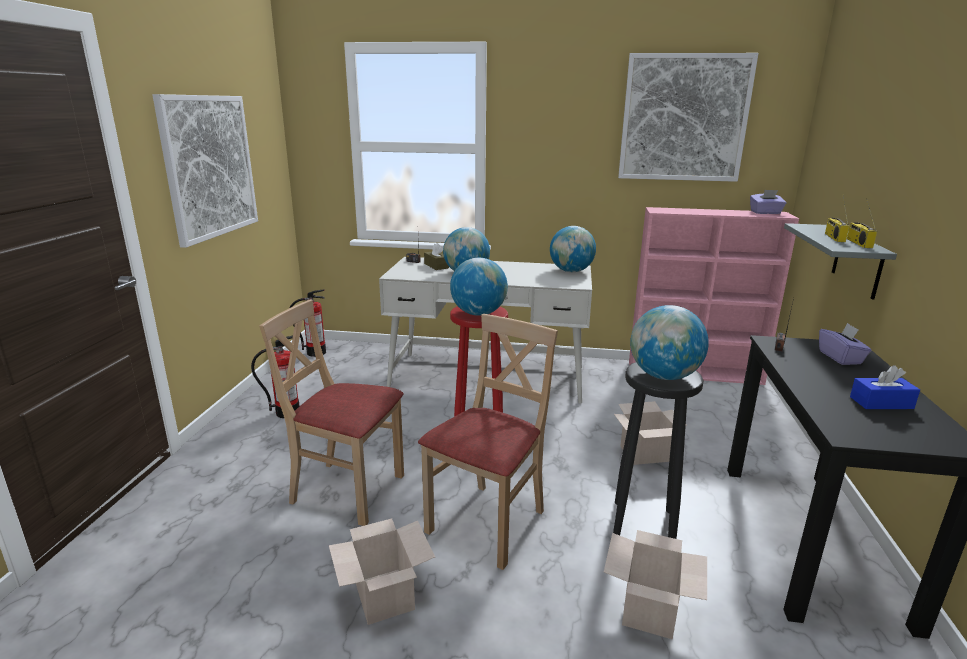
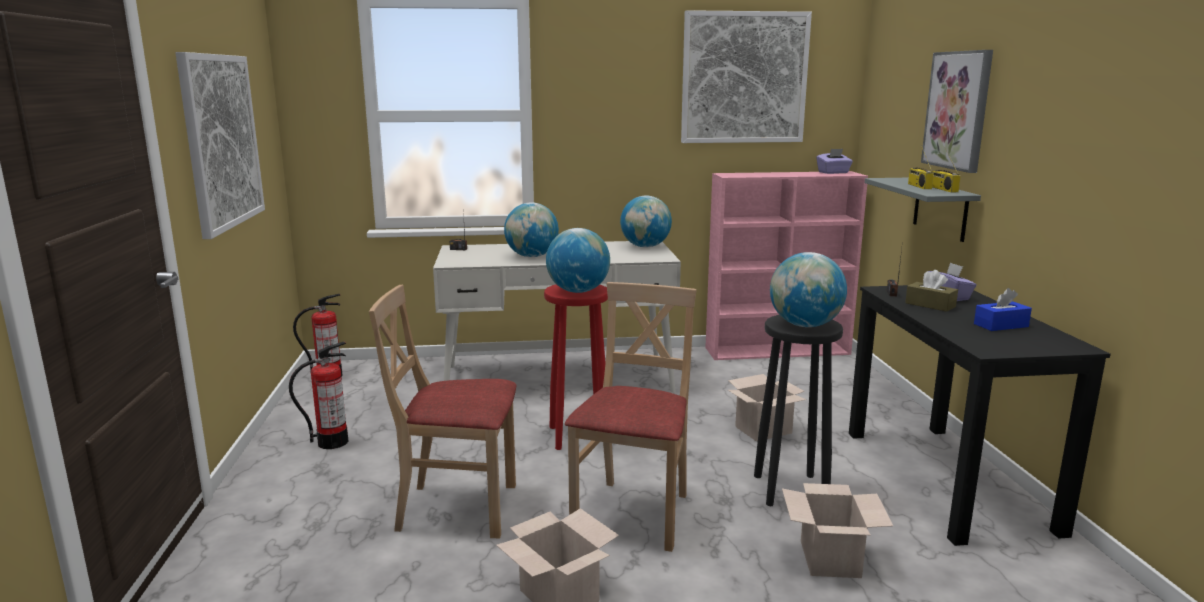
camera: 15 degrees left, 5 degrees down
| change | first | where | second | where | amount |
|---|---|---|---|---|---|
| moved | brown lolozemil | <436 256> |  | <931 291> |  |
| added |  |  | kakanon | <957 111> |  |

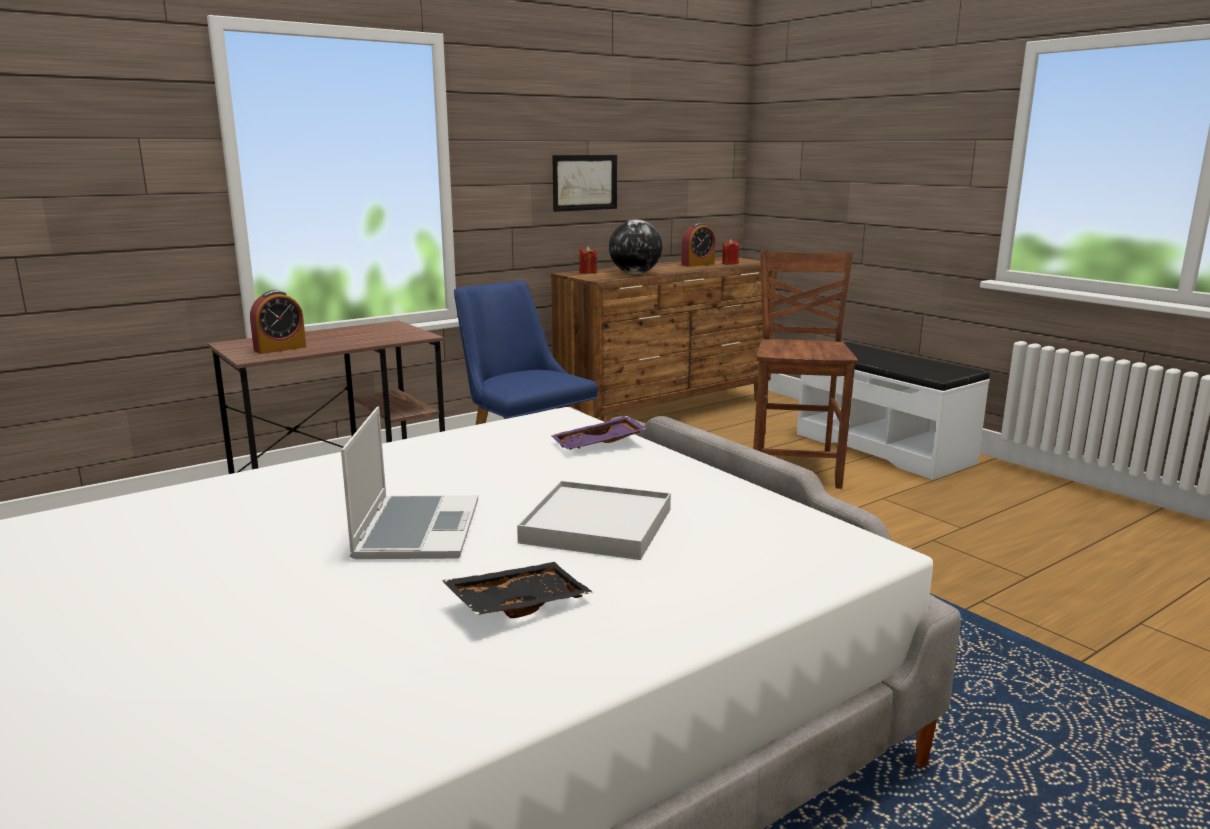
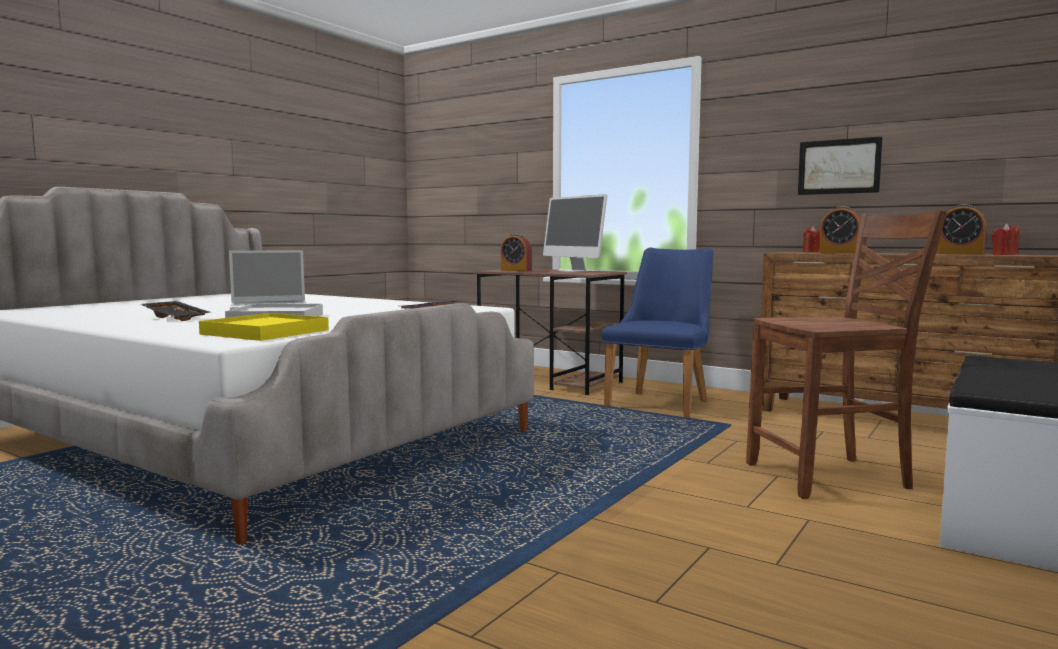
camera: 70 degrees right, 10 degrees down
| change | first | where | second | where | amount |
|---|---|---|---|---|---|
| replaced | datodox | <635 247> | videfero | <840 230> |  |
| added |  |  | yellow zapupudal | <264 327> |  |
| added |  |  | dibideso | <575 233> |  |

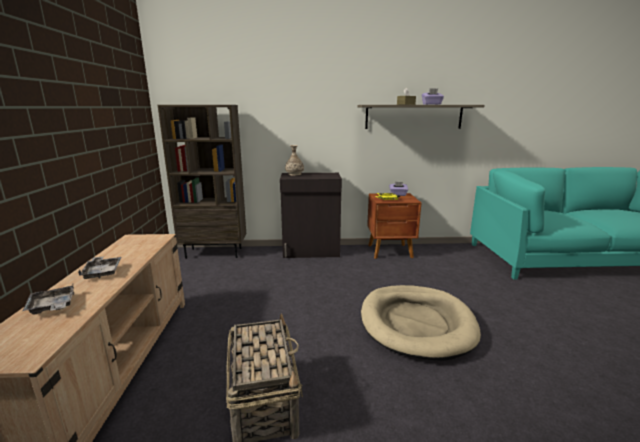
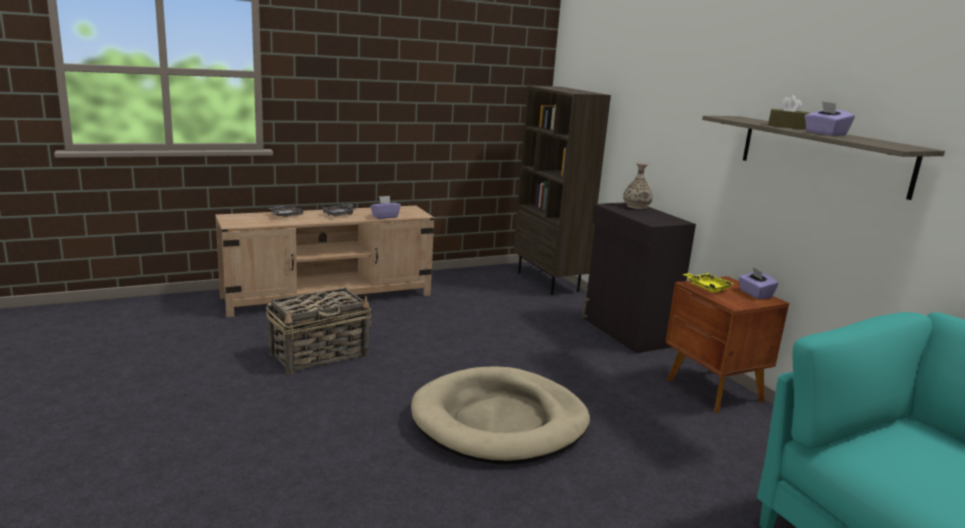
camera: 65 degrees right, 0 degrees up
| change | first | where | second | where | amount |
|---|---|---|---|---|---|
| added |  |  | purple lolozemil | <385 207> |  |

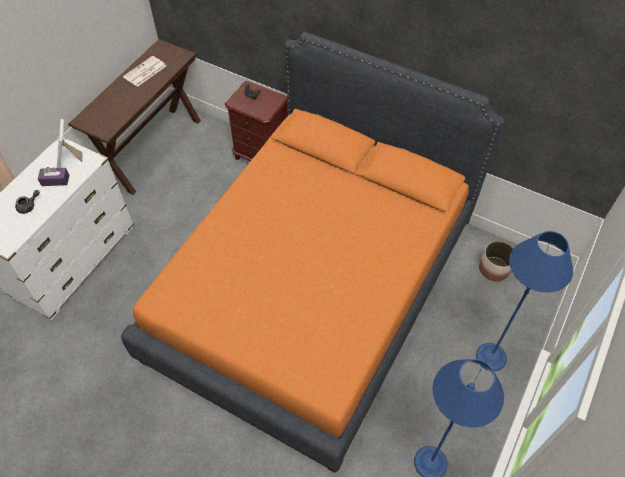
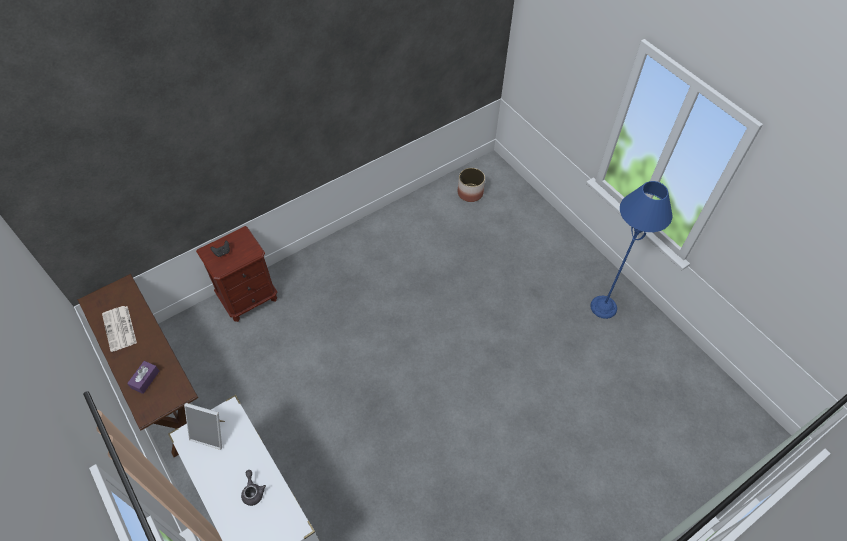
camera: 65 degrees left, 0 degrees up
| change | first | where | second | where | amount |
|---|---|---|---|---|---|
| moved | purple lolozemil | <53 176> |  | <143 377> |  |
| removed | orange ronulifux | <313 252> |  |  |  |
| removed | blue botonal | <524 301> |  |  |  |

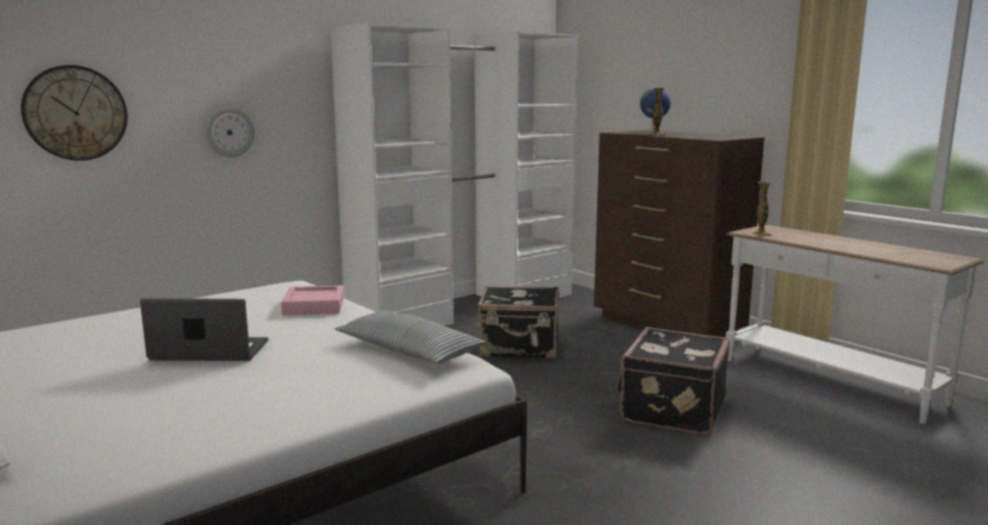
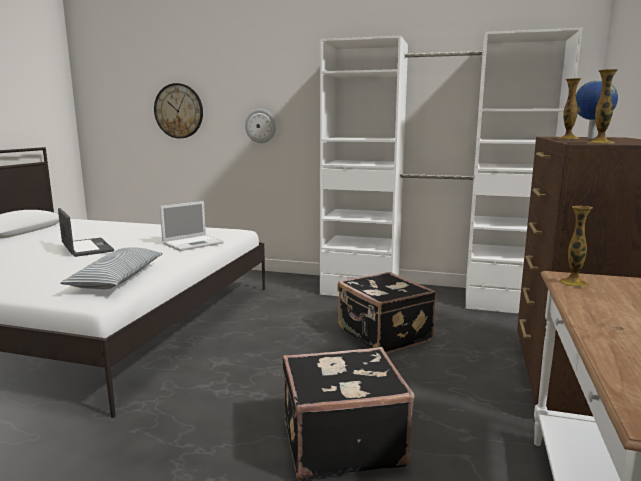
camera: 55 degrees right, 0 degrees up
| change | first | where | second | where | amount |
|---|---|---|---|---|---|
| replaced | pink zapupudal | <312 300> | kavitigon | <192 226> |  |
| added |  |  | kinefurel | <603 106> |  |

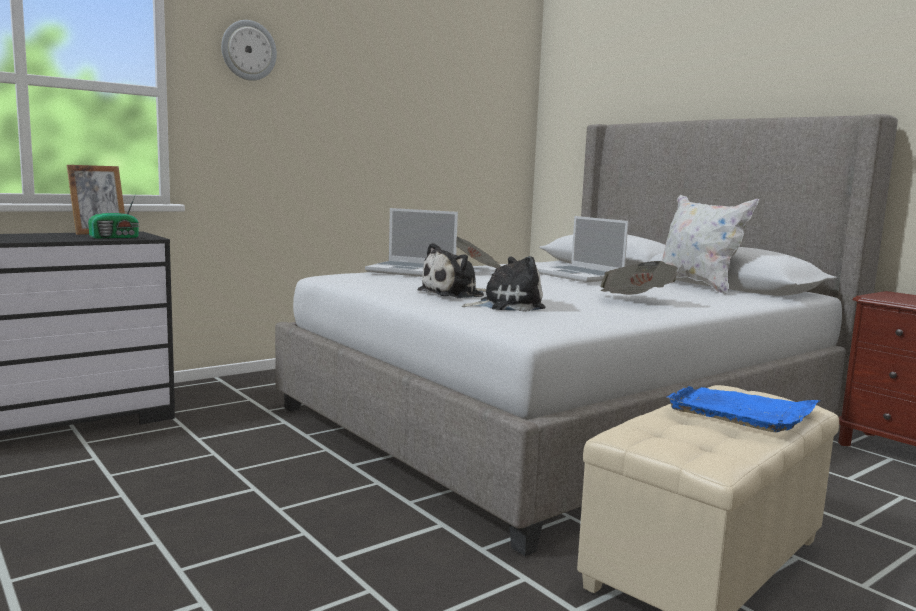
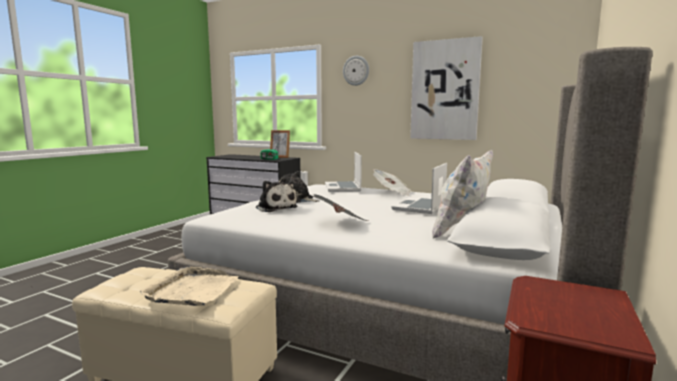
camera: 65 degrees right, 0 degrees up
| change | first | where | second | where | amount |
|---|---|---|---|---|---|
| recoloured | blue zapupudal | <743 409> | beige zapupudal | <189 286> |  |
| added |  |  | kakanon | <446 88> |  |

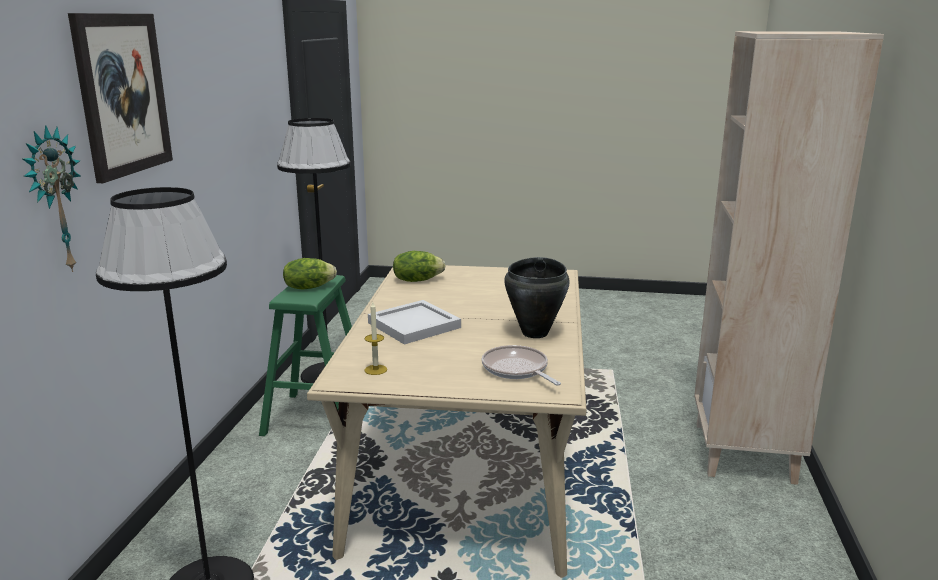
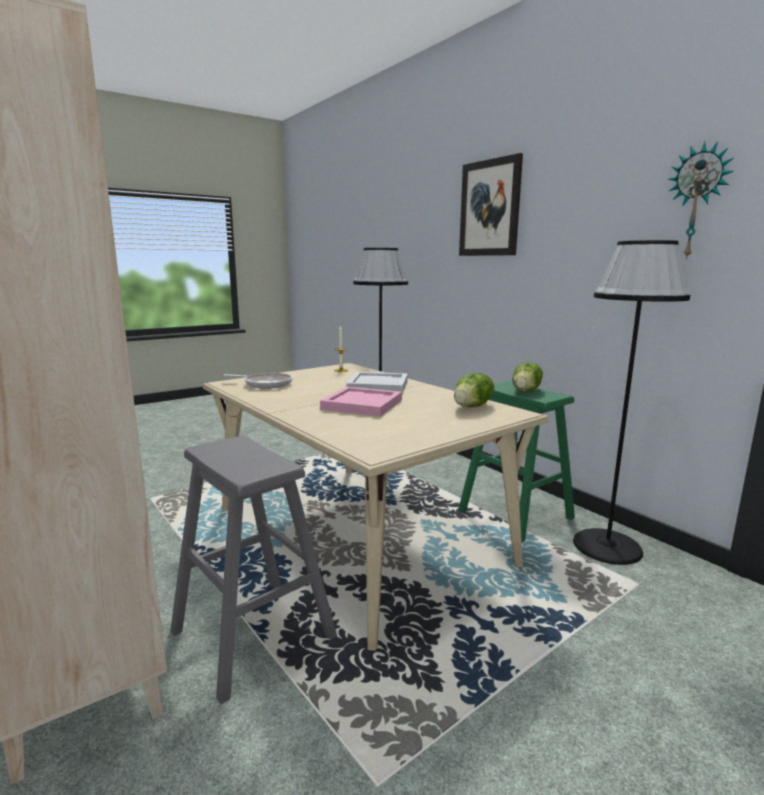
camera: 135 degrees right, 5 degrees down
| change | first | where | second | where | amount |
|---|---|---|---|---|---|
| moved | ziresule | <52 198> |  | <701 200> |  |
| removed | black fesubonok | <537 297> |  |  |  |
| added |  |  | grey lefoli | <253 570> |  |
| added |  |  | pink zapupudal | <361 402> |  |

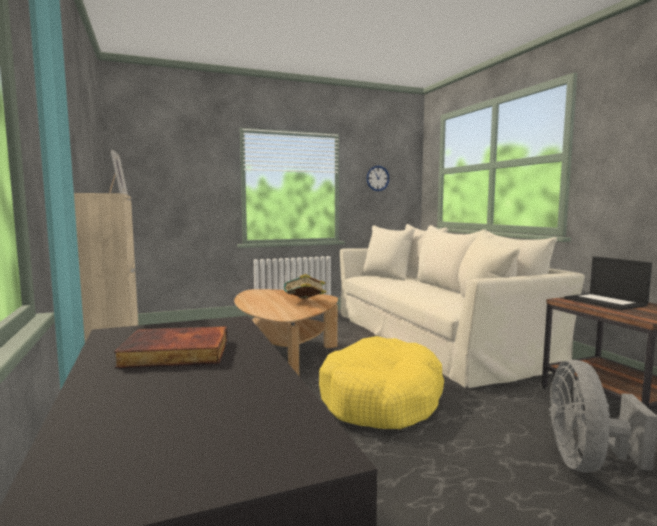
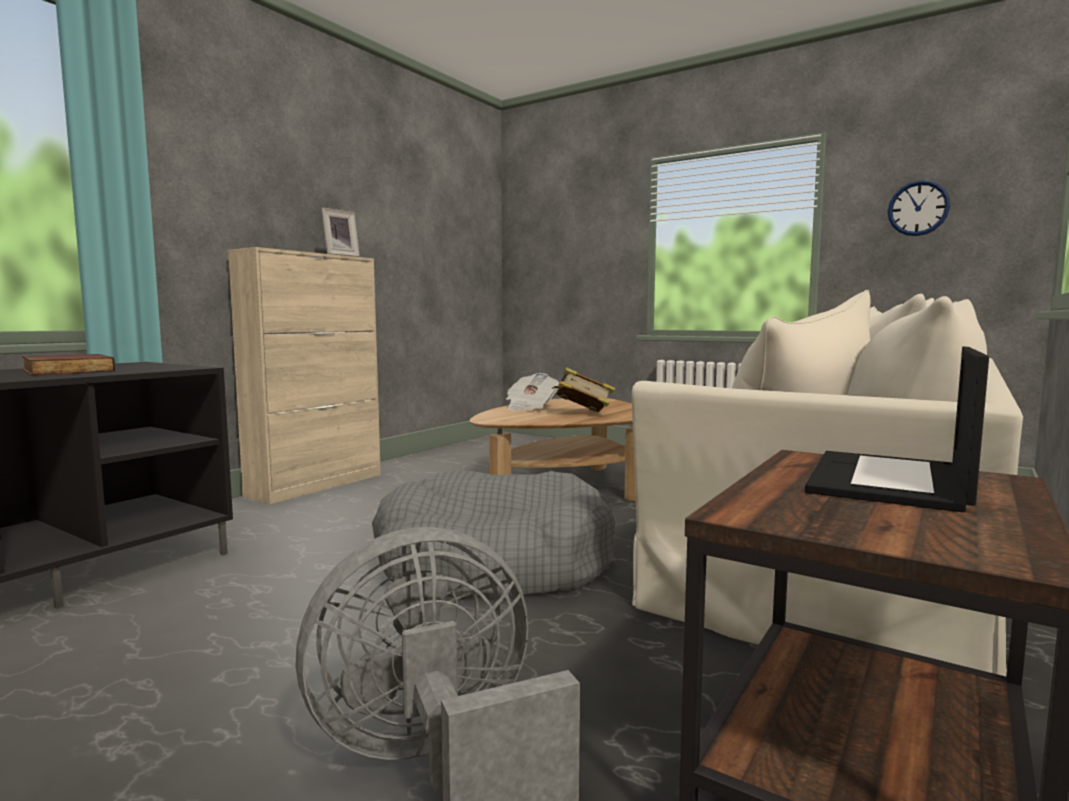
camera: 55 degrees right, 0 degrees up
| change | first | where | second | where | amount |
|---|---|---|---|---|---|
| recoloured | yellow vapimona | <381 382> | grey vapimona | <493 535> |  |
| added |  |  | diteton | <532 392> |  |

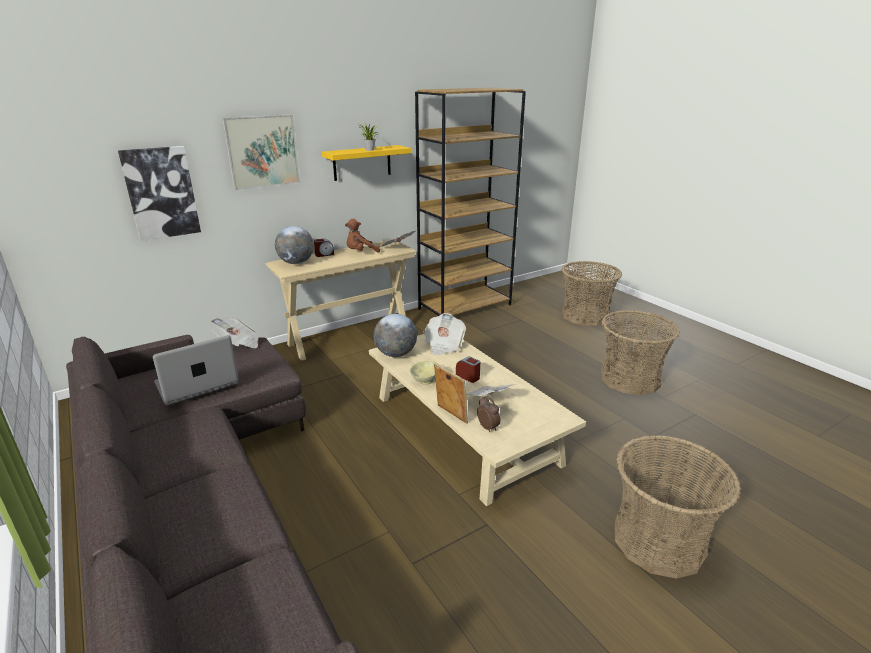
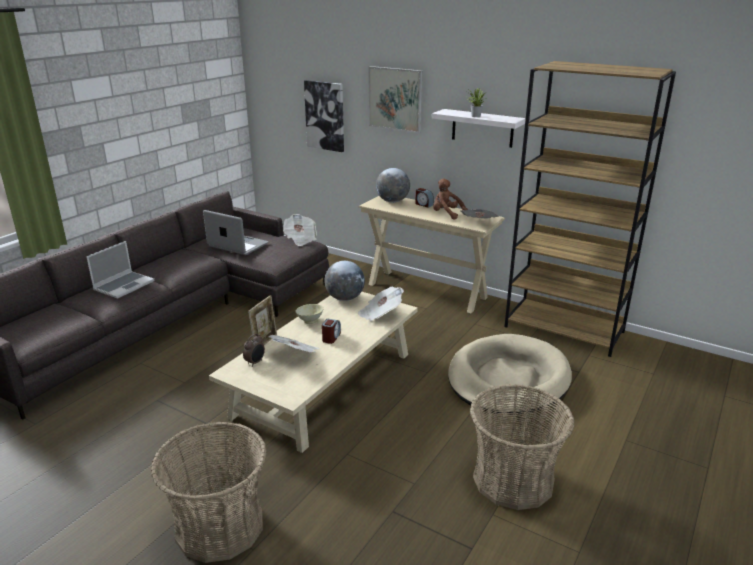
camera: 65 degrees right, 0 degrees up
| change | first | where | second | where | amount |
|---|---|---|---|---|---|
| recoloured | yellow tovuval | <366 163> | white tovuval | <479 128> |  |
| removed | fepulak | <592 293> |  |  |  |
| added |  |  | kavitigon | <120 270> |  |
| added |  |  | beige vapimona | <510 374> |  |

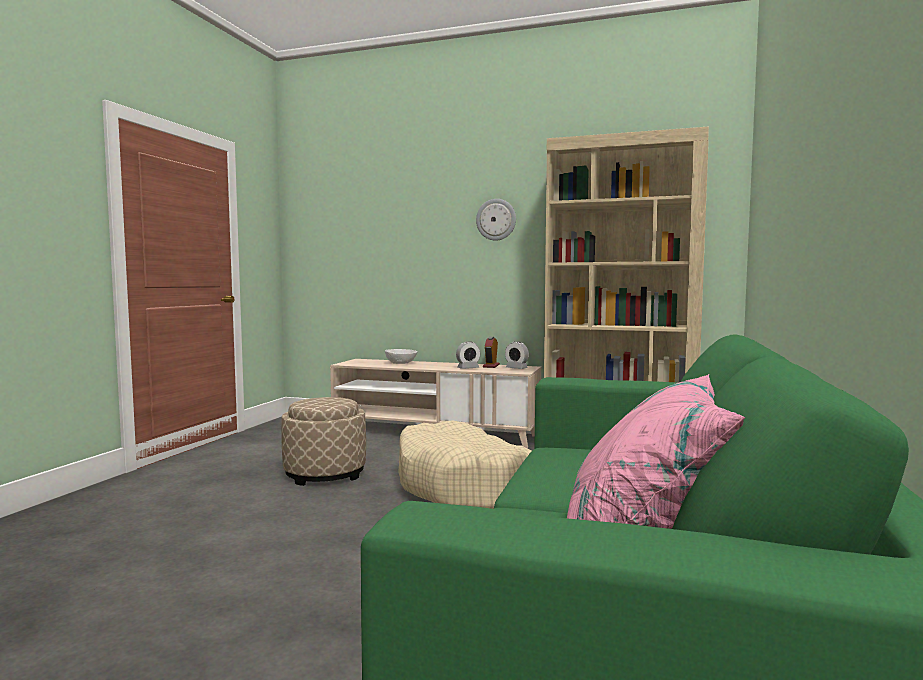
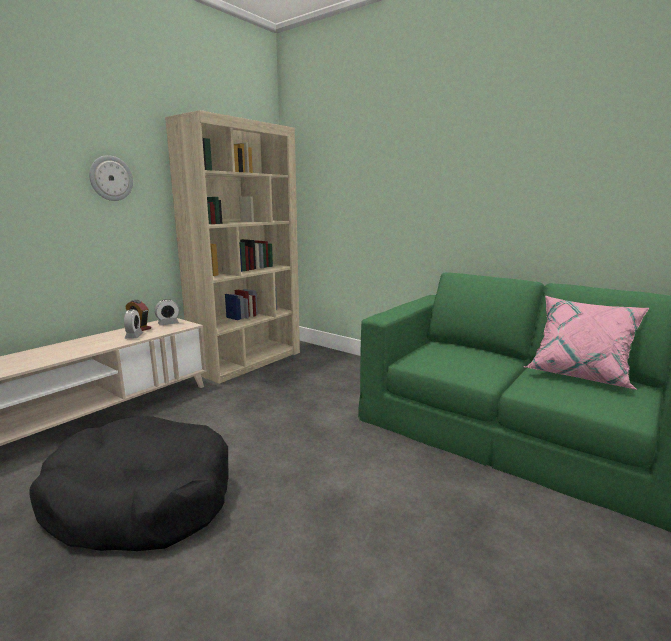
camera: 70 degrees left, 10 degrees up
| change | first | where | second | where | amount |
|---|---|---|---|---|---|
| replaced | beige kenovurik | <323 441> | black vapimona | <128 483> |  |
| removed | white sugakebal | <401 356> |  |  |  |
| removed | beige vapimona | <465 464> |  |  |  |

